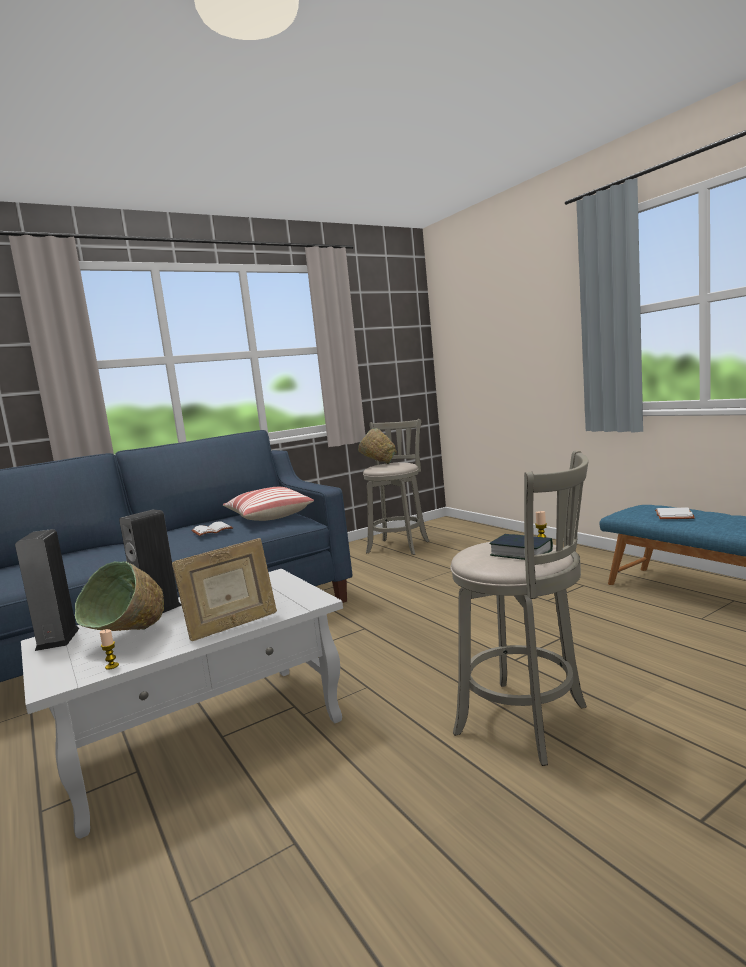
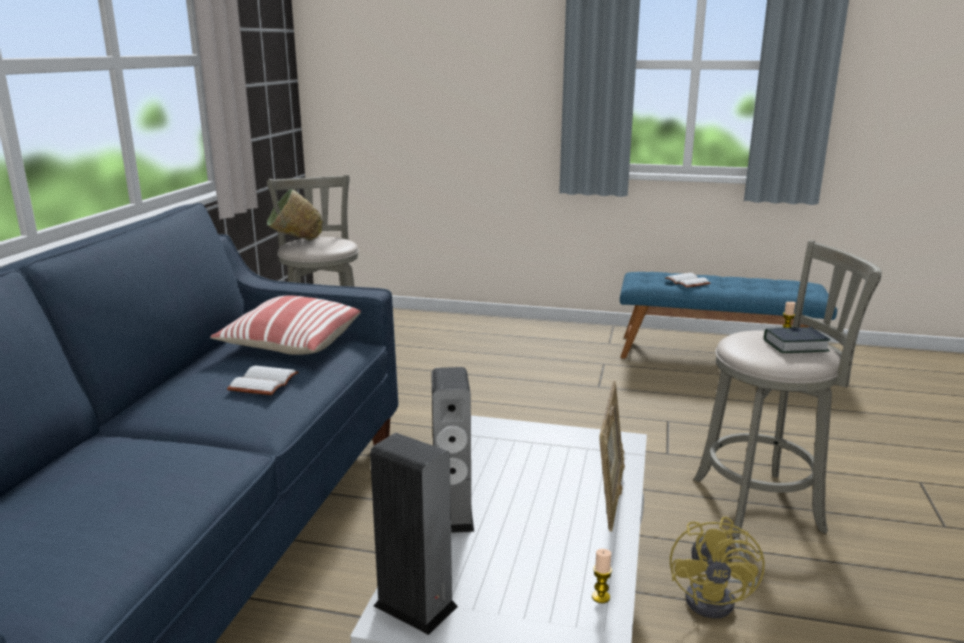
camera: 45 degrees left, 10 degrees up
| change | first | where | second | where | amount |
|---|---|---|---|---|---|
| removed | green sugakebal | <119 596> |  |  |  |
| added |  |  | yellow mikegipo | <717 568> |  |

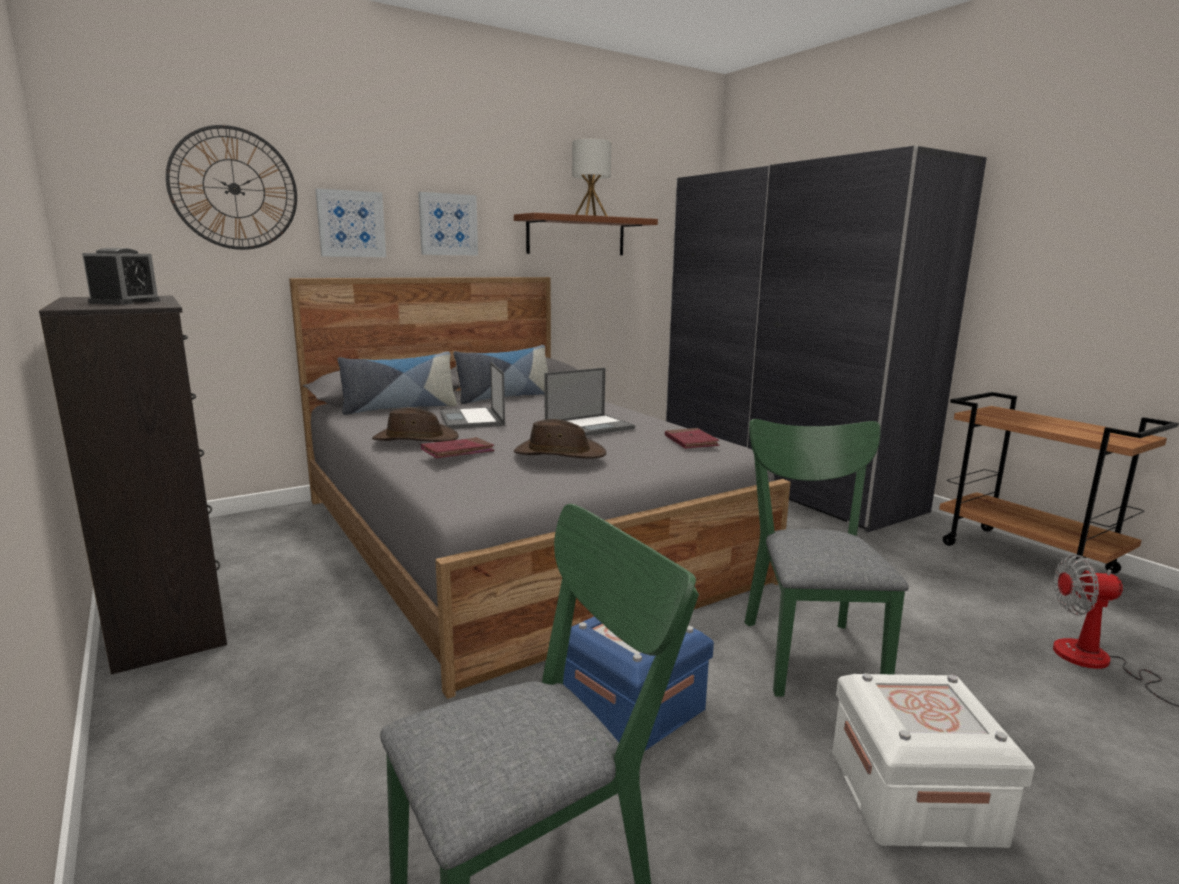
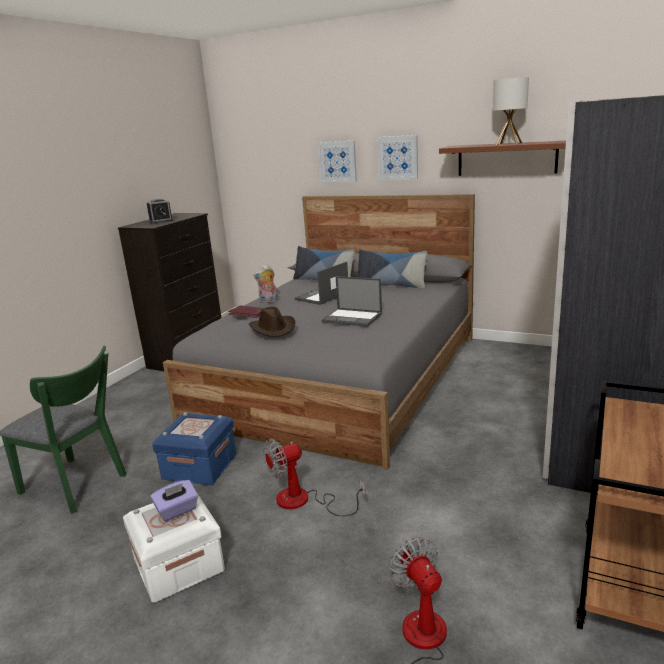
camera: 60 degrees right, 5 degrees up
| change | first | where | second | where | amount |
|---|---|---|---|---|---|
| removed | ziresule | <231 187> |  |  |  |
| replaced | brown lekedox | <415 425> | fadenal | <265 283> |  |
| removed | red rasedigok | <692 438> |  |  |  |
| replaced | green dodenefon | <826 558> | mikegipo | <314 477> |  |
| added |  |  | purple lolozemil | <174 500> |  |

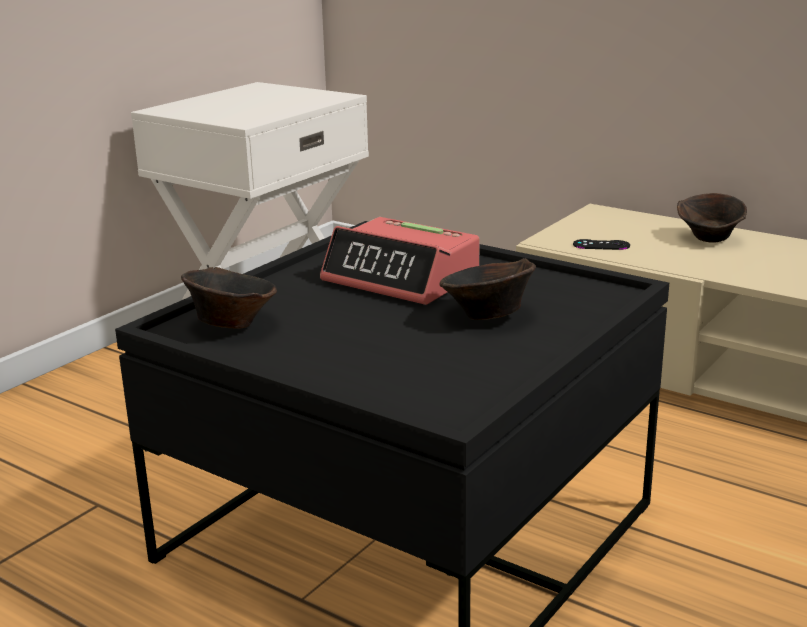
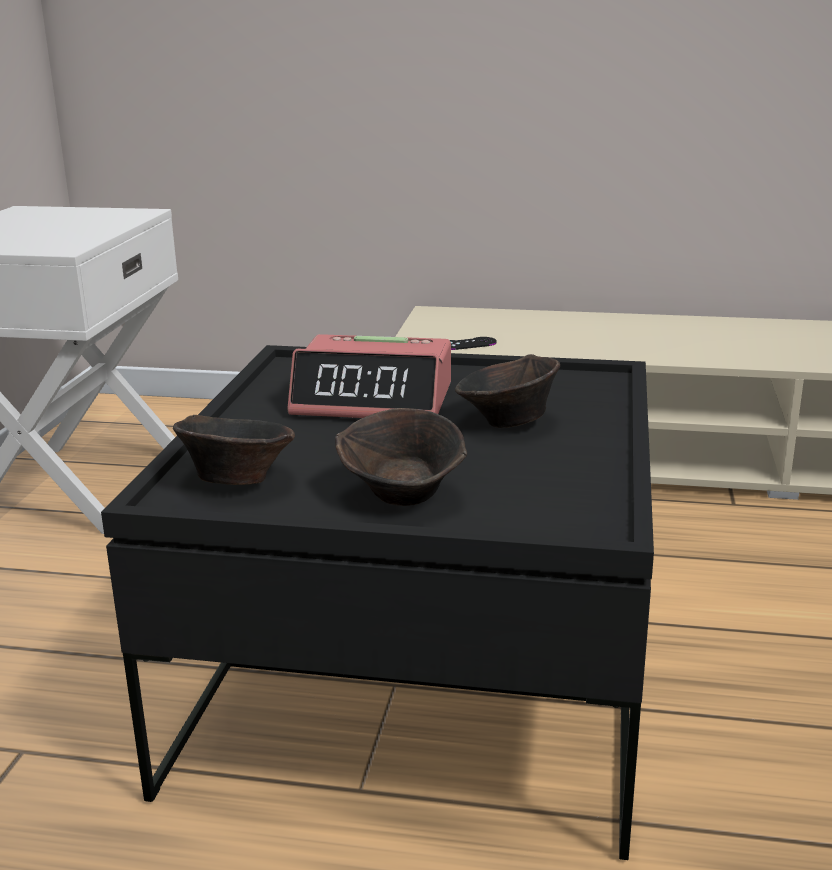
camera: 25 degrees left, 0 degrees up
| change | first | where | second | where | amount |
|---|---|---|---|---|---|
| moved | brown sugakebal | <712 218> |  | <401 457> |  |

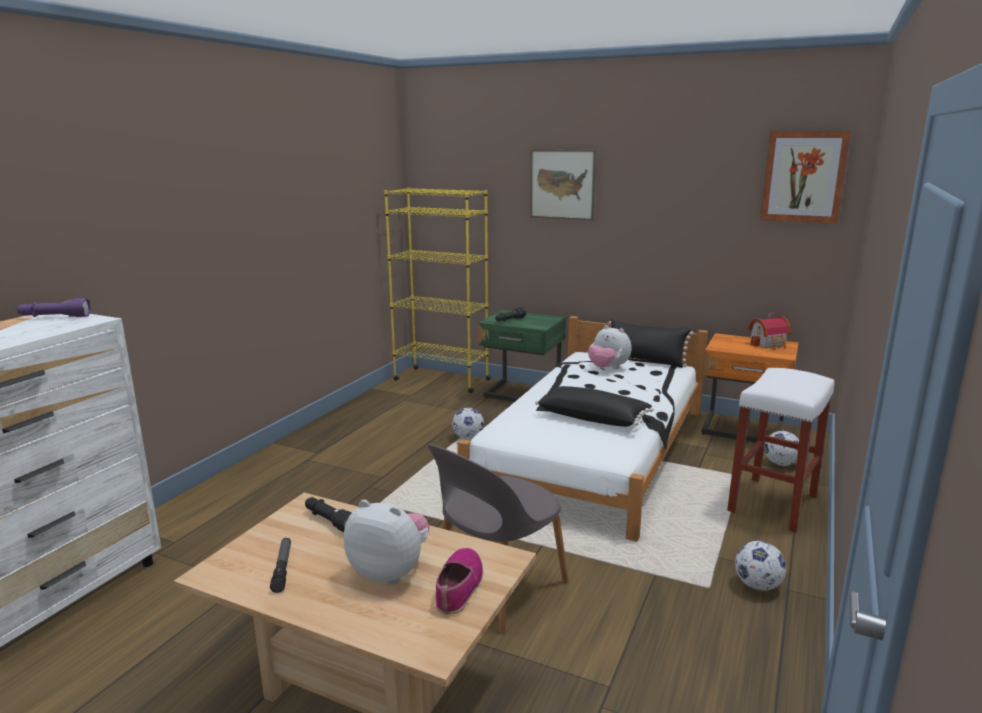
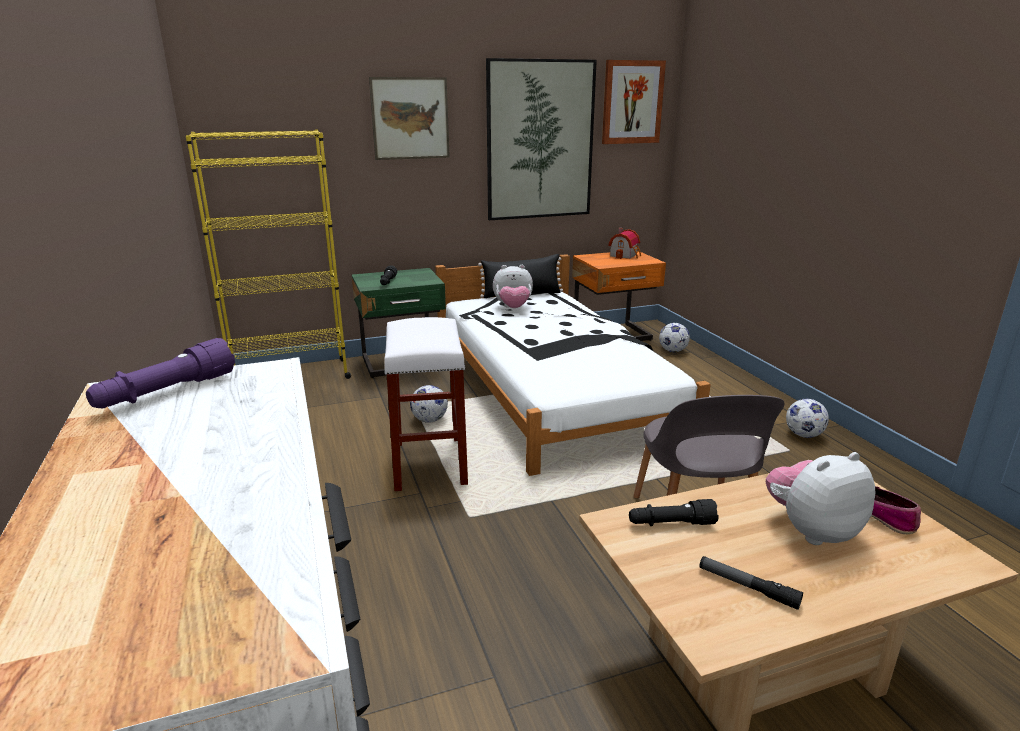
camera: 45 degrees left, 5 degrees up
| change | first | where | second | where | amount |
|---|---|---|---|---|---|
| removed | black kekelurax | <594 406> |  |  |  |
| moved | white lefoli | <780 450> |  | <426 404> |  |
| added |  |  | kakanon | <541 139> |  |

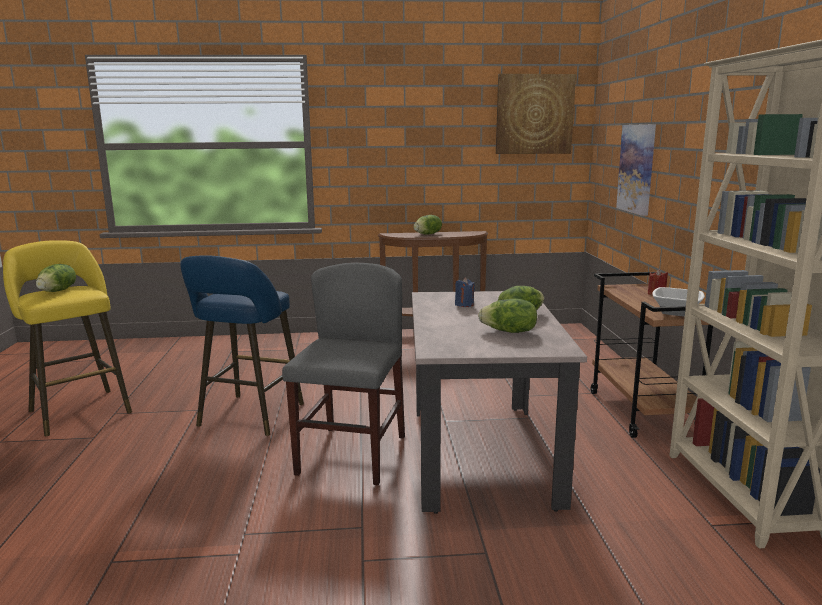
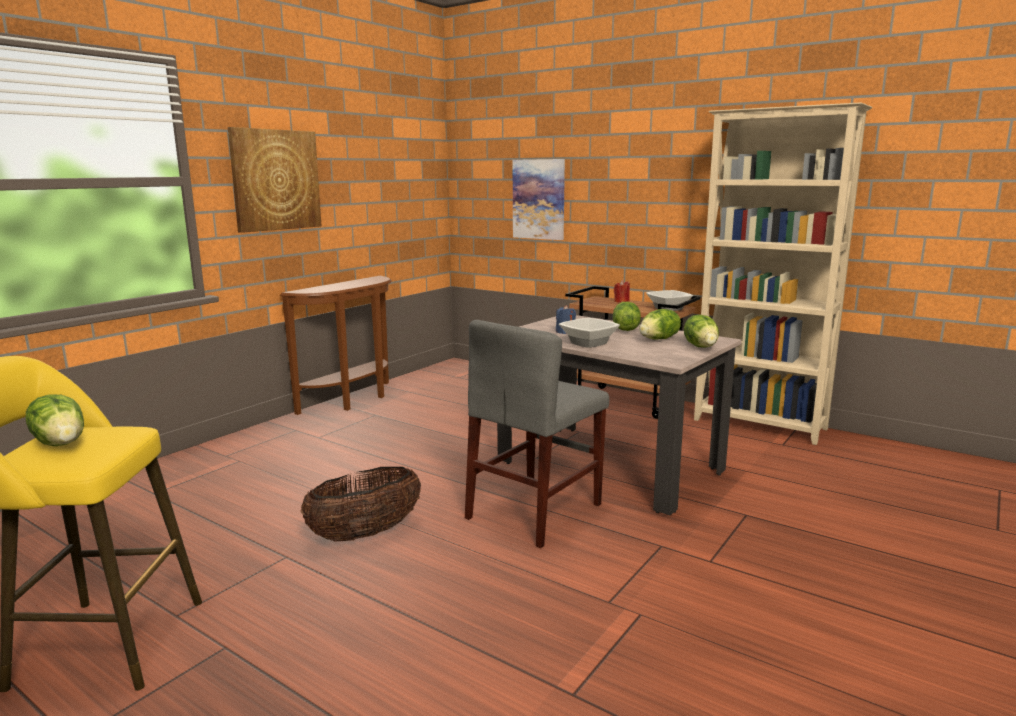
camera: 50 degrees left, 0 degrees up
| change | first | where | second | where | amount |
|---|---|---|---|---|---|
| replaced | blue lefoli | <242 345> | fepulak | <361 504> |  |
| turned | grey dodenefon | <343 373> |  | <537 434> | 105 degrees counterclockwise |
| moved | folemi | <427 224> |  | <701 331> |  |
| moved | kakanon | <536 114> |  | <274 180> |  |
| added |  |  | sugakebal | <589 333> |  |

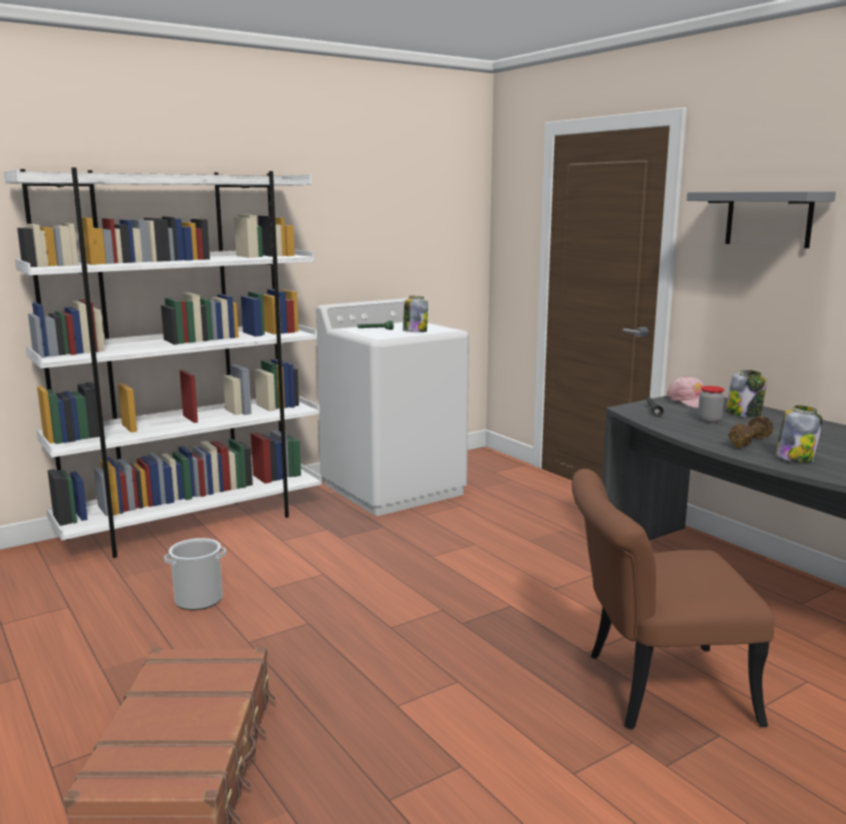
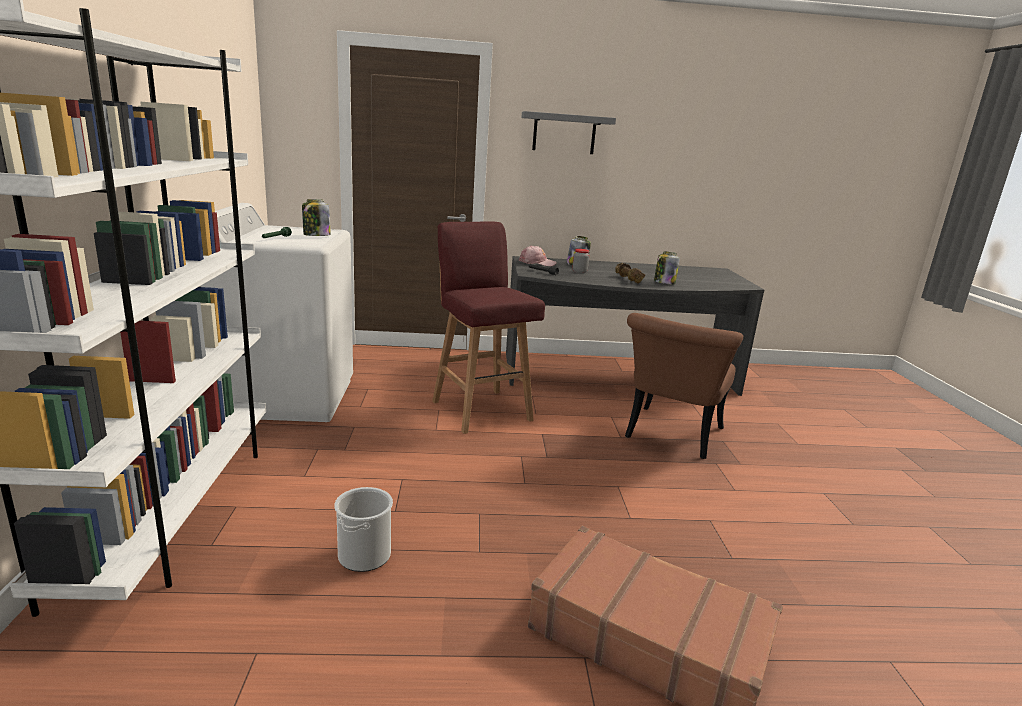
camera: 60 degrees left, 5 degrees up
| change | first | where | second | where | amount |
|---|---|---|---|---|---|
| added |  |  | red lefoli | <488 327> |  |

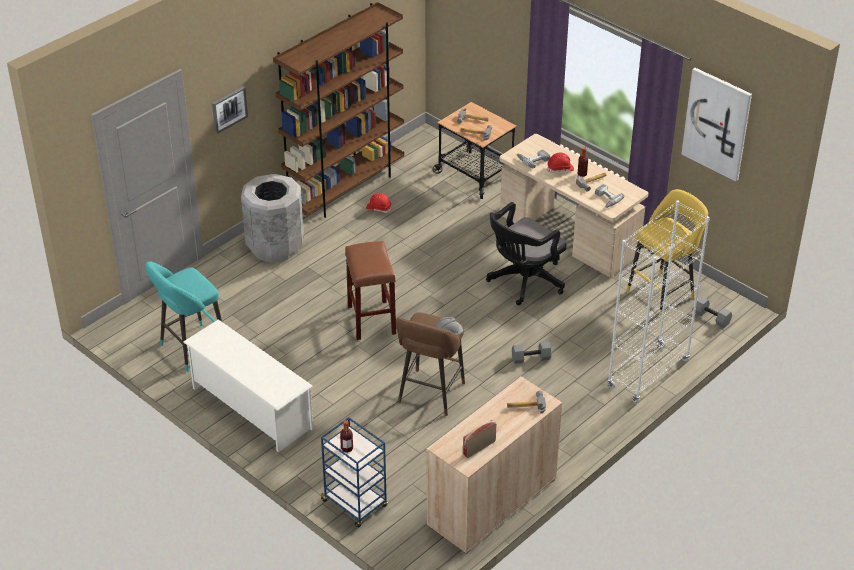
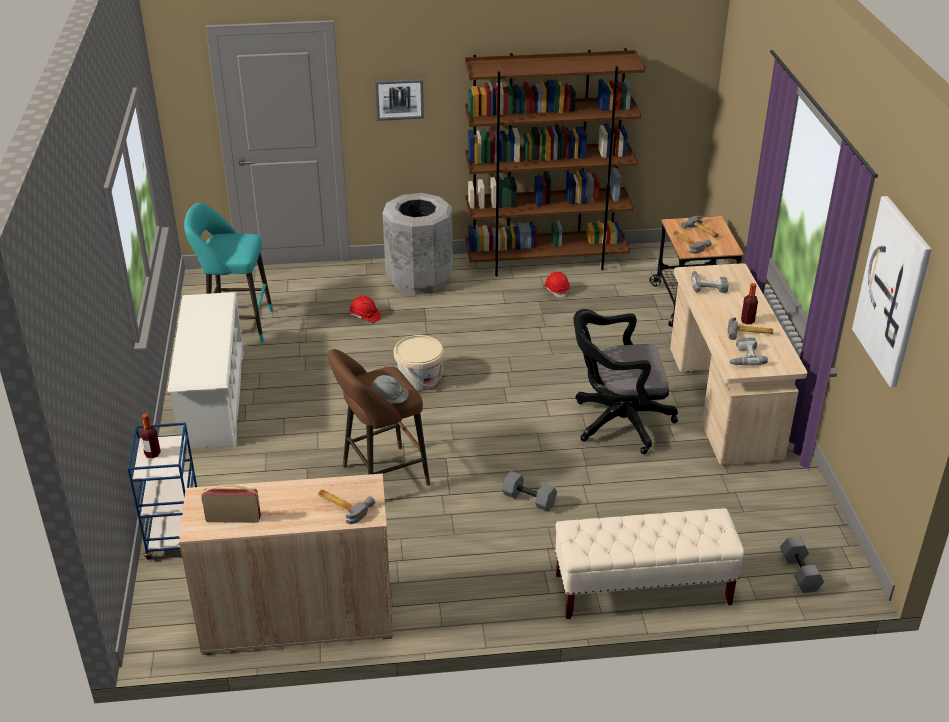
camera: 40 degrees right, 5 degrees down
| change | first | where | second | where | amount |
|---|---|---|---|---|---|
| replaced | brown lefoli | <370 290> | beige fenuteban | <419 363> |  |
| moved | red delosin | <560 163> |  | <365 309> |  |
| replaced | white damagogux | <658 301> | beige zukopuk | <649 563> |  |
| removed | yellow lefoli | <667 253> |  |  |  |

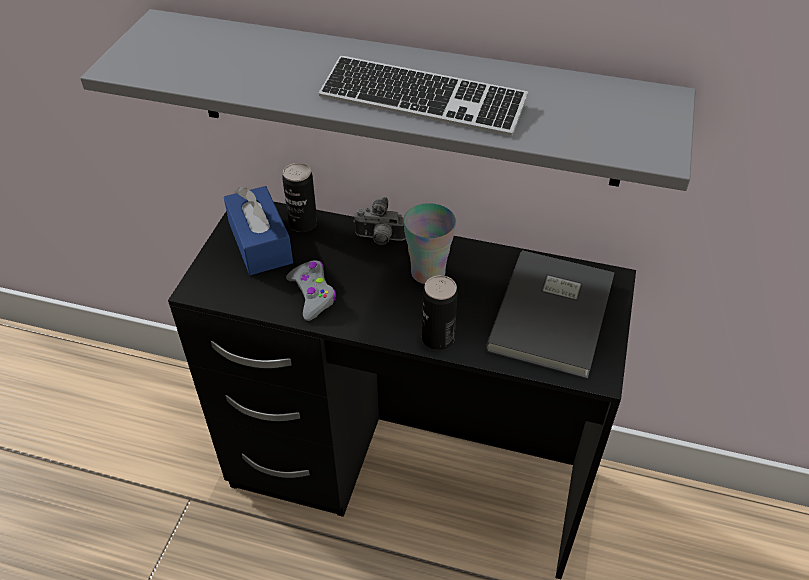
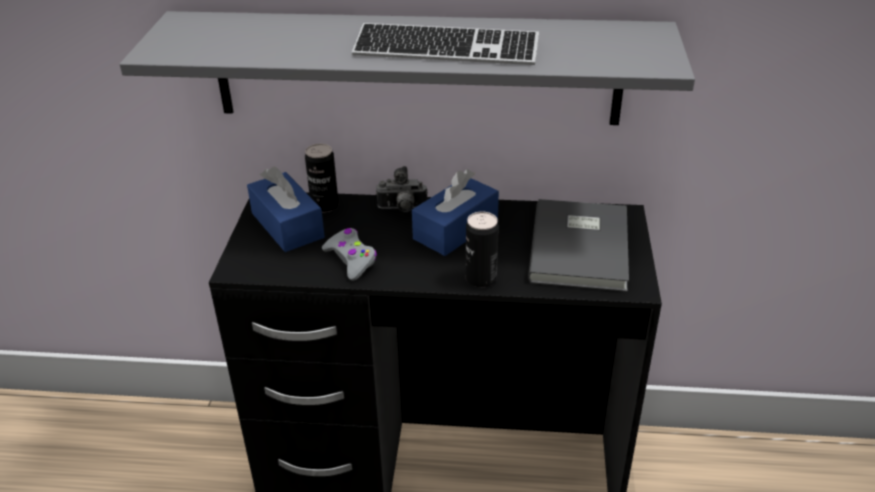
camera: 10 degrees left, 10 degrees down
| change | first | where | second | where | amount |
|---|---|---|---|---|---|
| replaced | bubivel | <429 243> | blue lolozemil | <455 212> |  |

